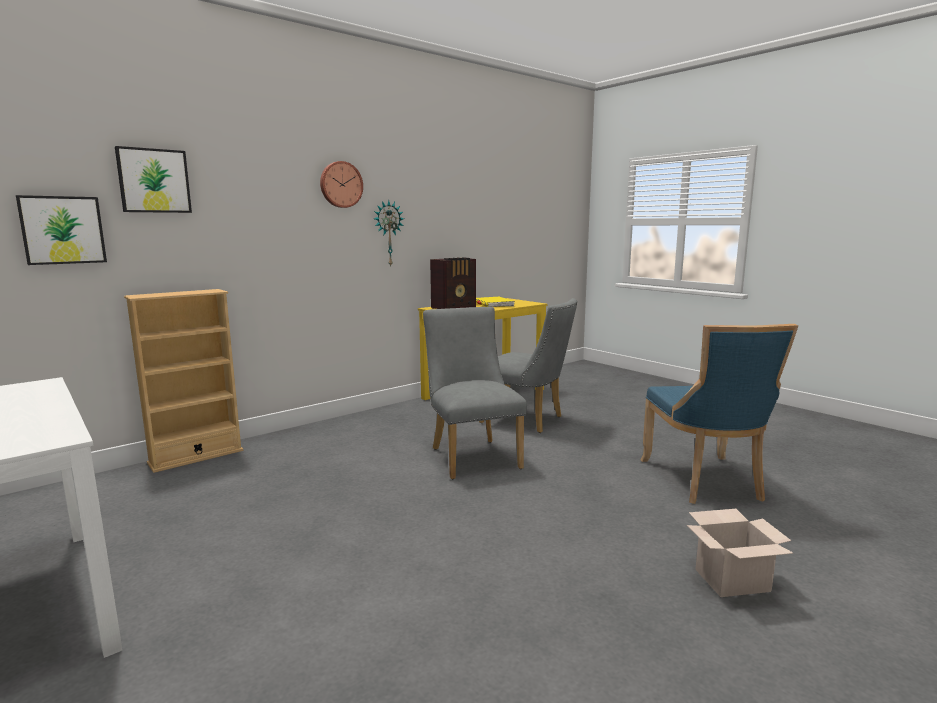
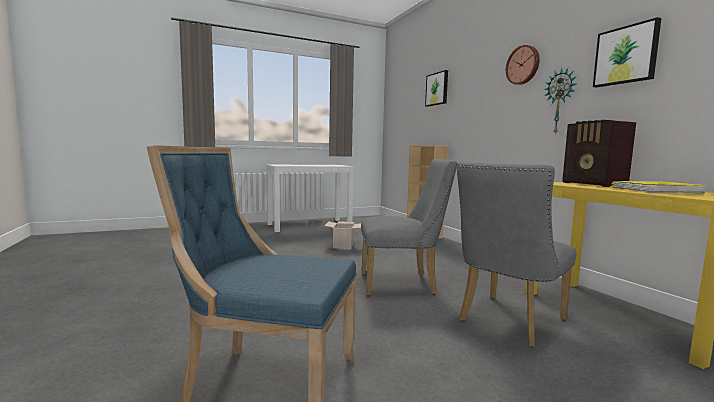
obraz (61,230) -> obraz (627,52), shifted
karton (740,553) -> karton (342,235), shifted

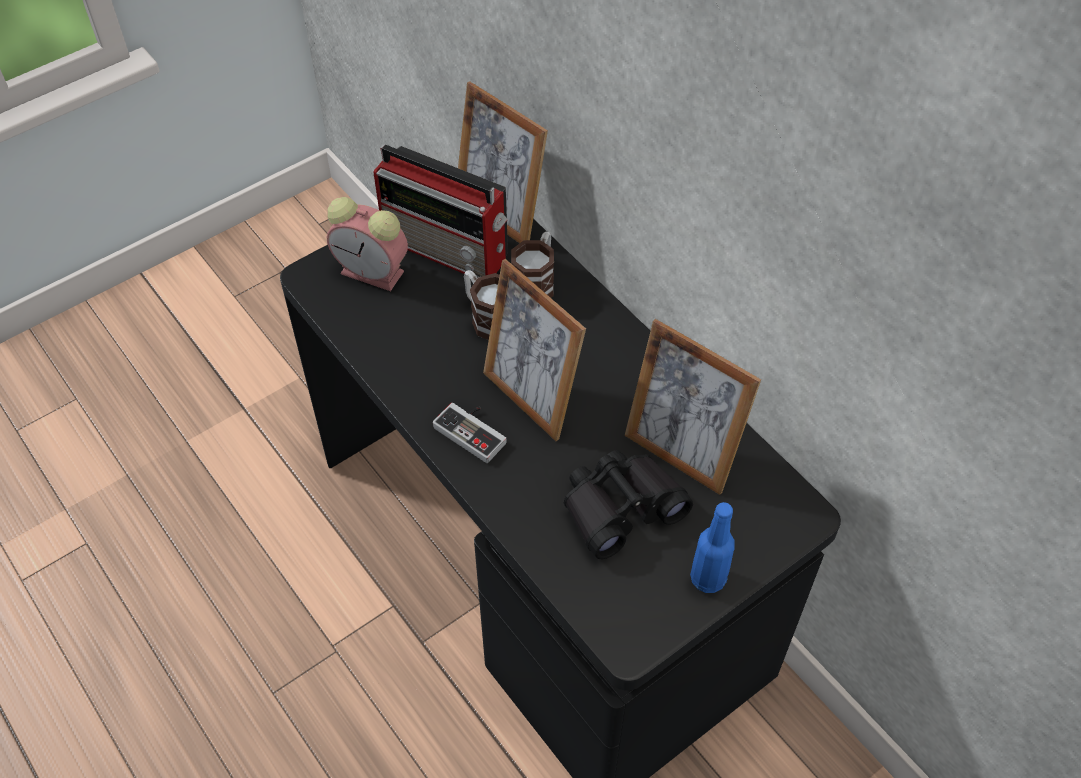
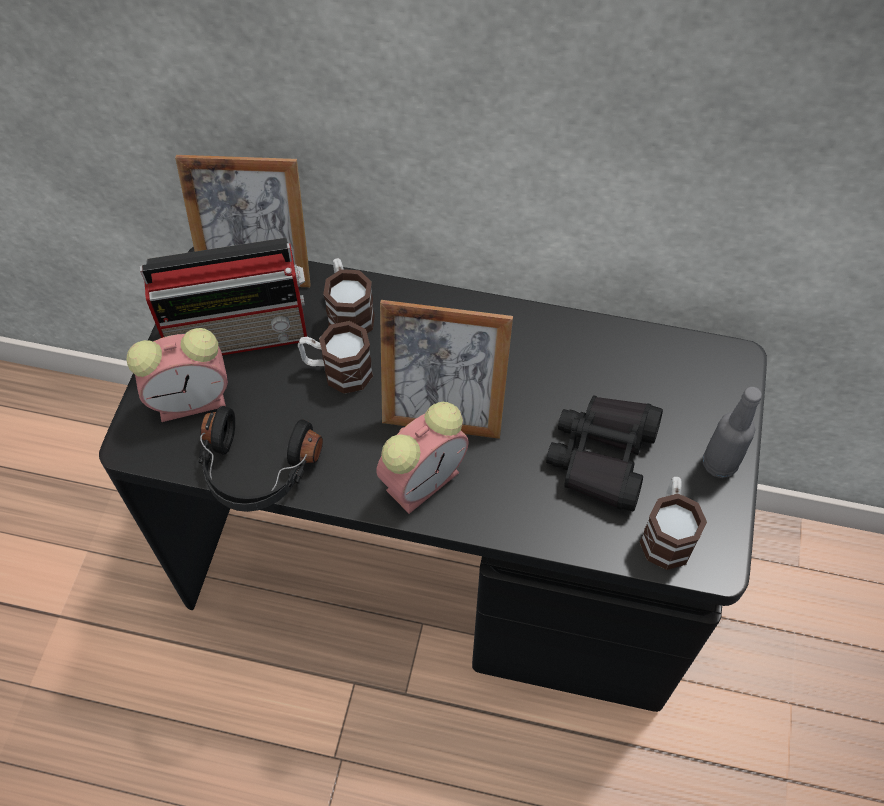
ramka na zdjęcie (693,407) -> none
none -> słuchawki/czarny (261,459)
none -> kubek (673,523)
pad do gier (470,433) -> budzik (422,458)
butelka/niebieski (712,547) -> butelka/szary (732,432)

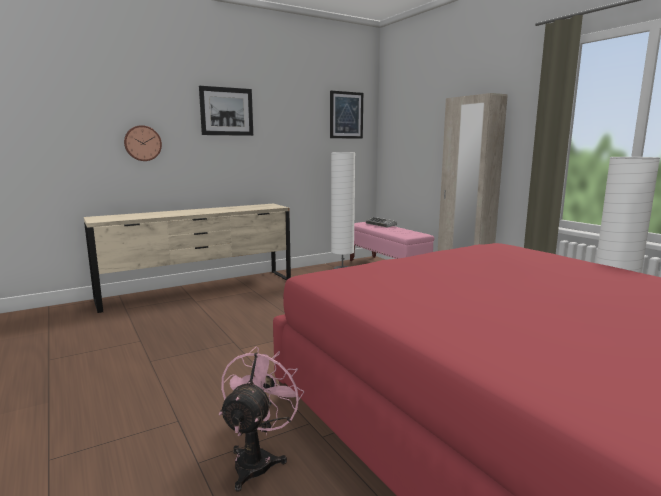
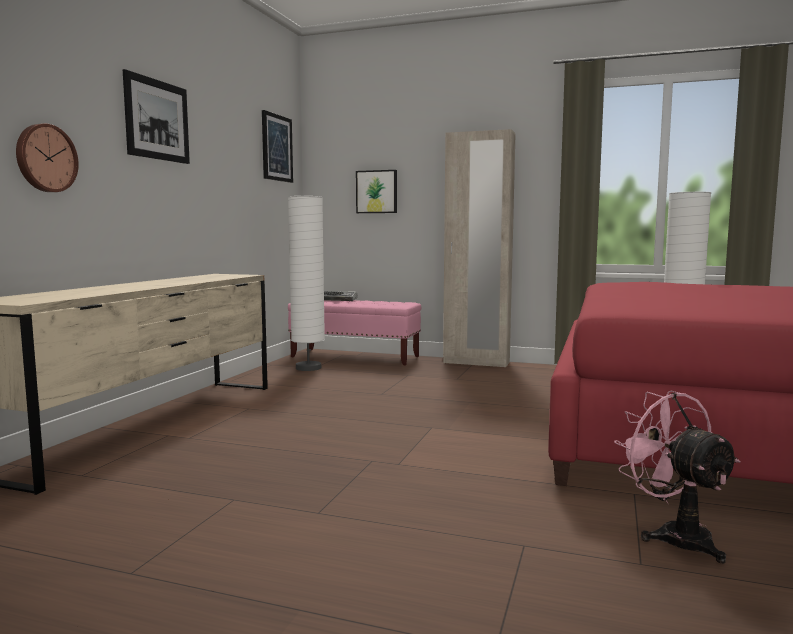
none -> obraz (376,191)

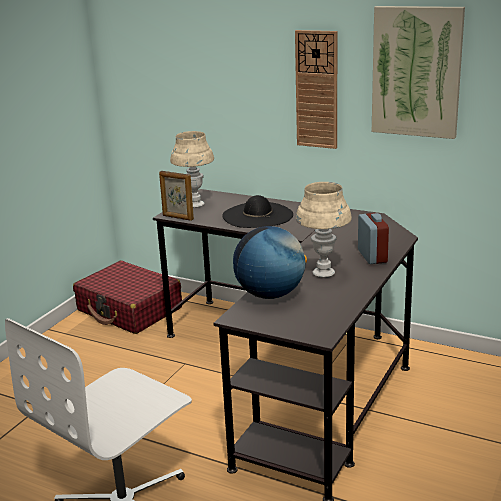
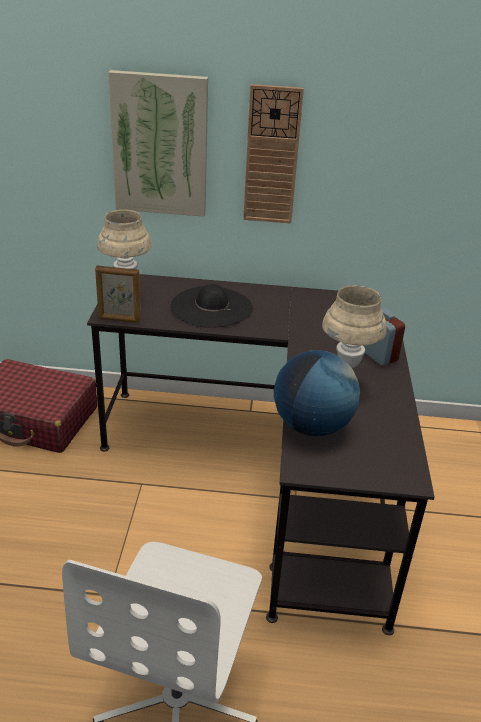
obraz (418,72) -> obraz (158,143), shifted

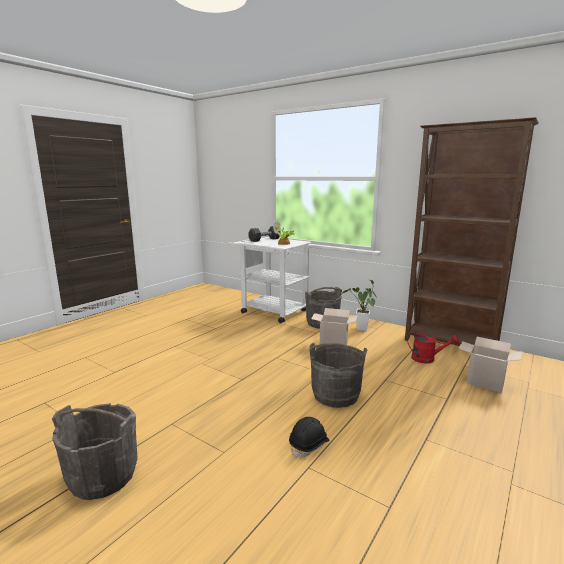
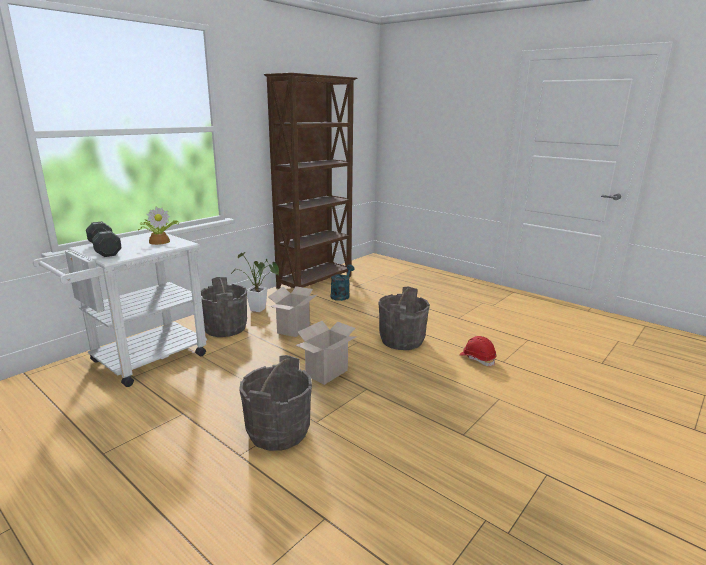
wiadro/szary (95,451) -> wiadro/szary (275,403), shifted
karton (491,365) -> karton (326,353), shifted
kask/czarny (309,437) -> kask/czerwony (478,351)
konewka/czerwony (433,347) -> konewka/turkusowy (342,283)

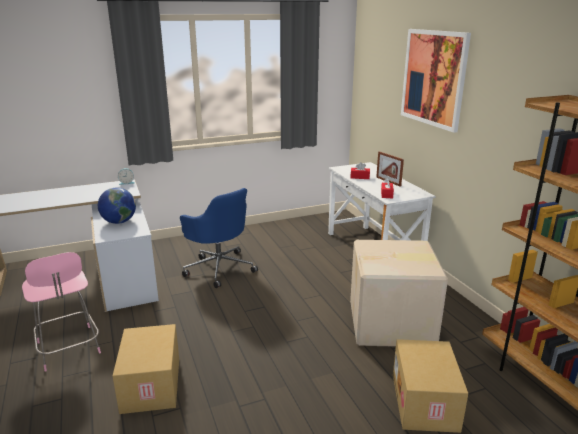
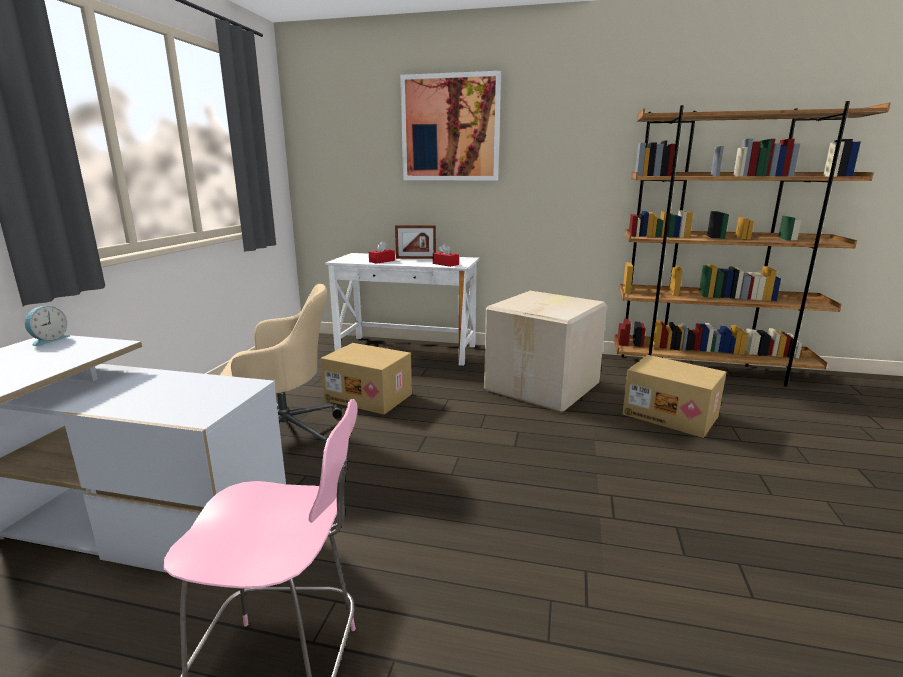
globus (117,206) -> none
karton (146,369) -> karton (366,379), shifted
krzesło biurowe/niebieski (219,238) -> krzesło biurowe/beżowy (281,364)

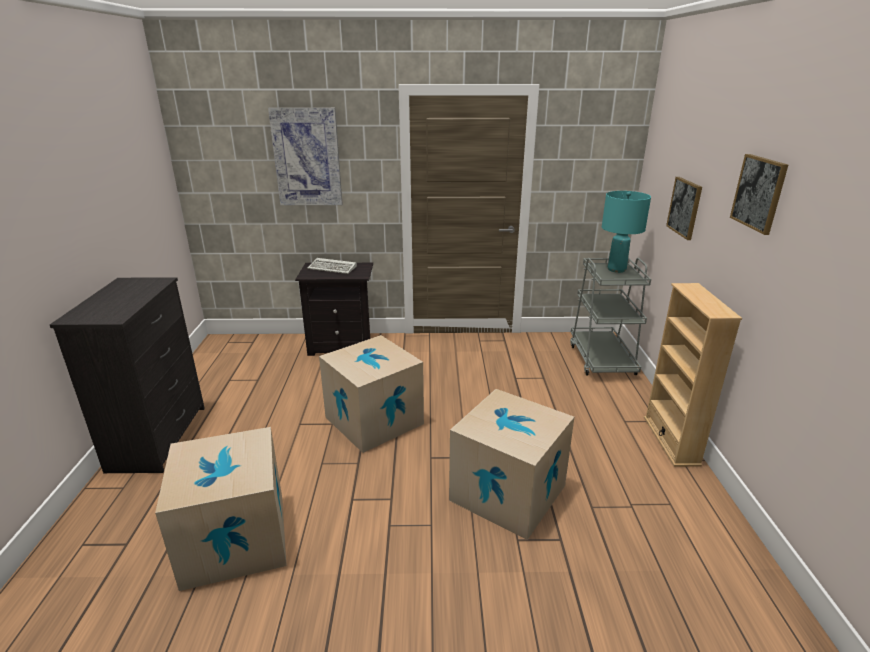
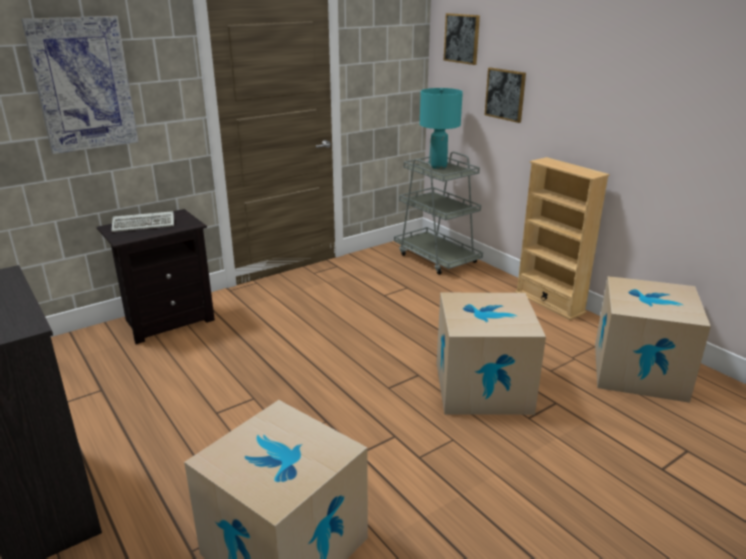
karton (371,394) -> karton (653,339), shifted
obraz (759,194) -> obraz (462,39), shifted

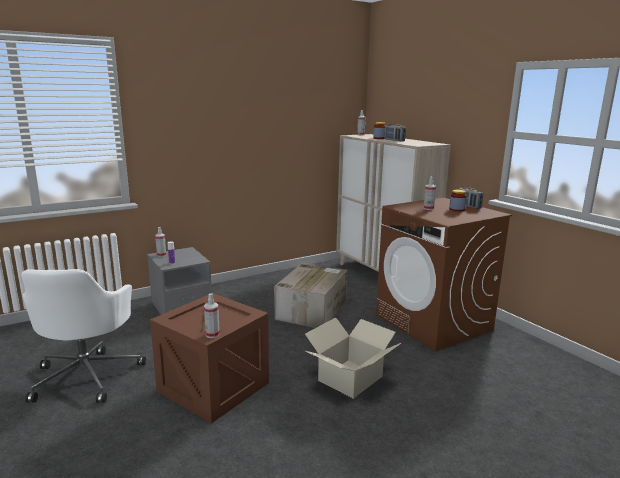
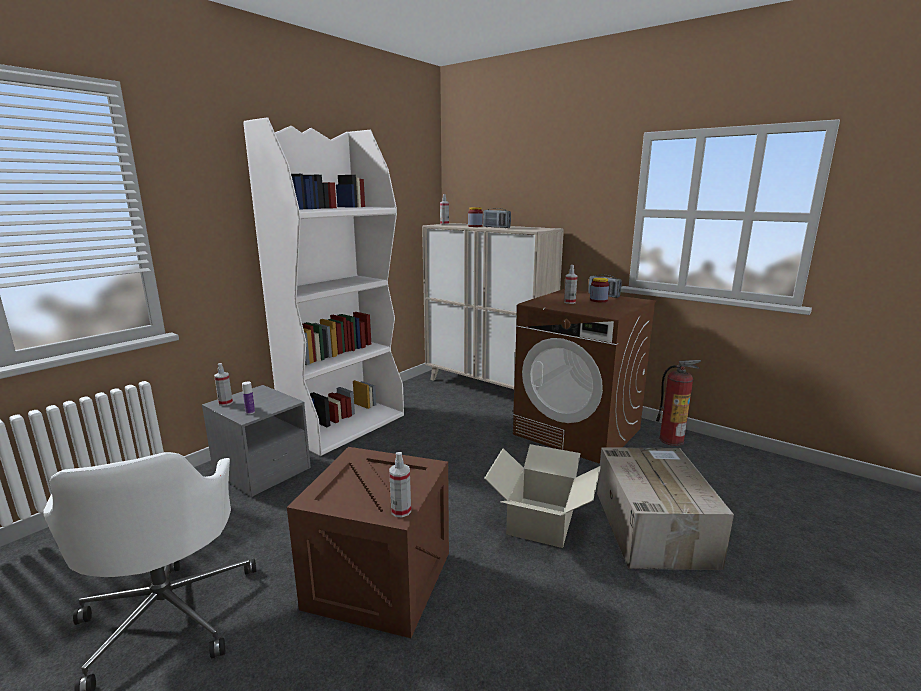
none -> regał/biały (323,286)
none -> gaśnica (678,403)
karton (310,295) -> karton (665,508), shifted

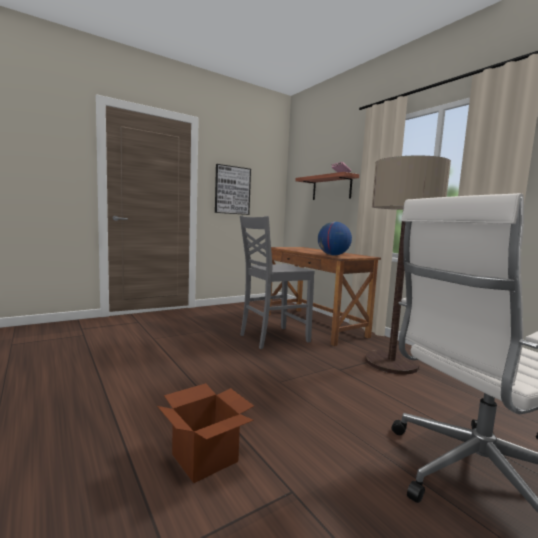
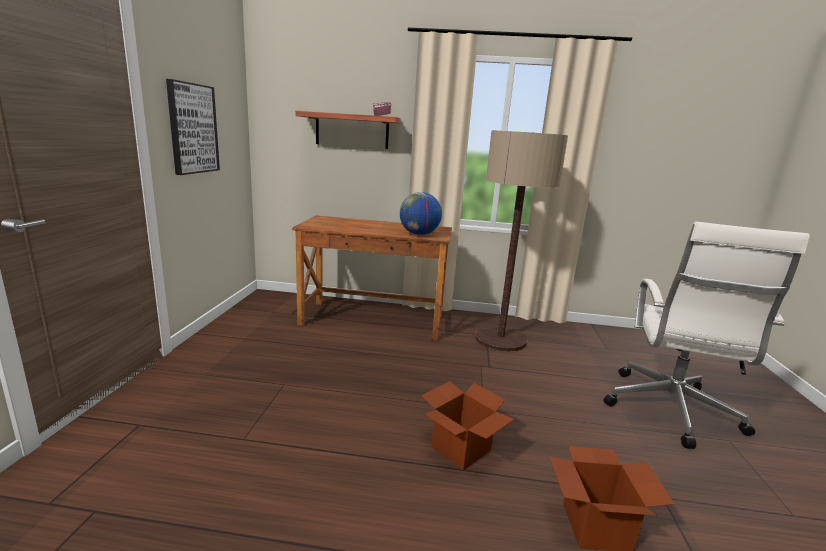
krzesło/szary (277,282) -> none
none -> karton (467,426)

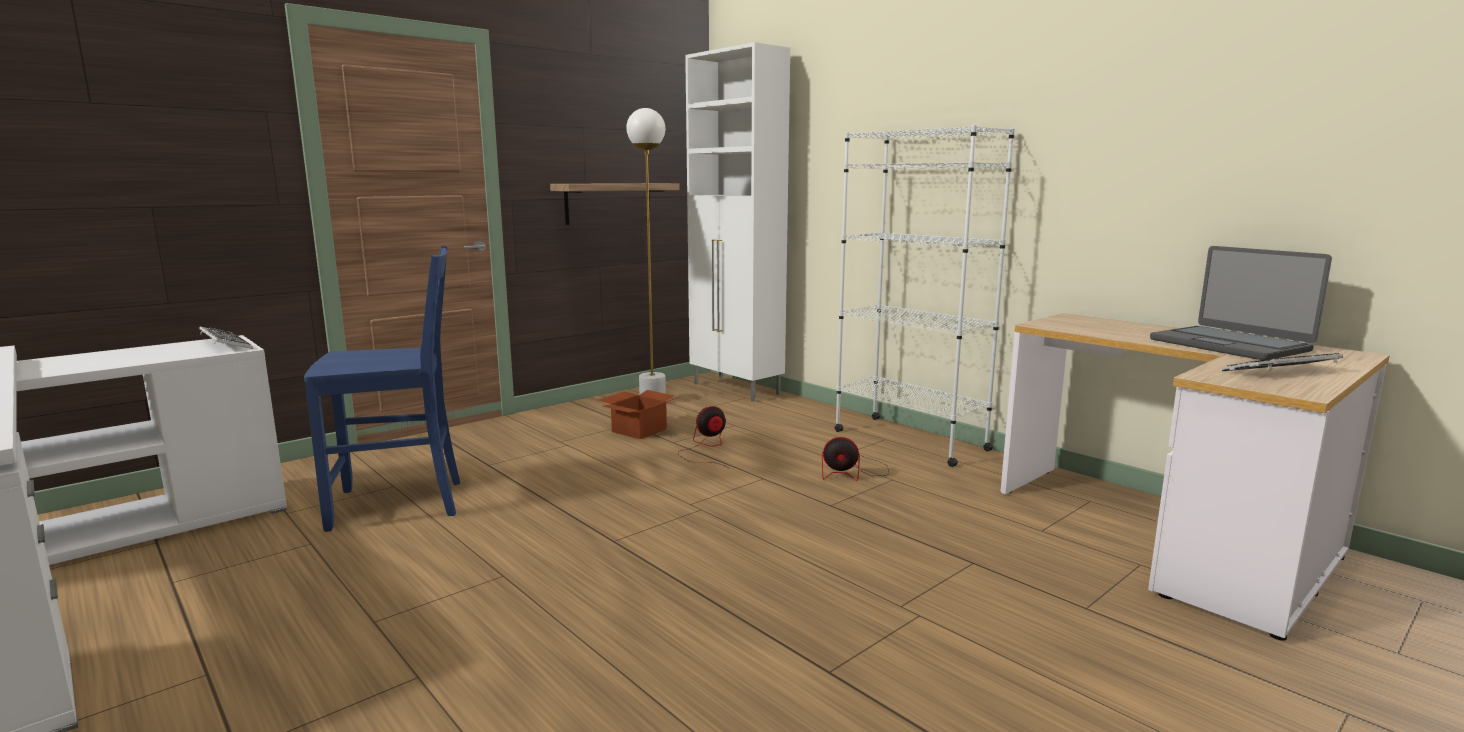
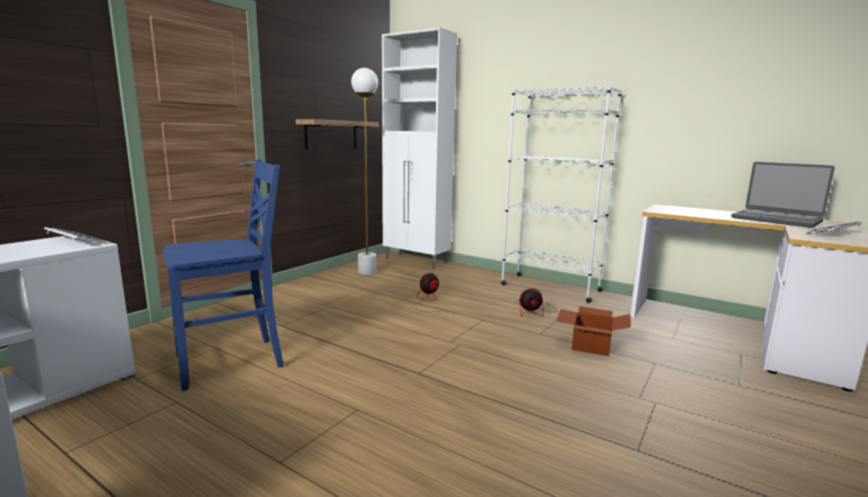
karton (639,414) -> karton (593,331), shifted

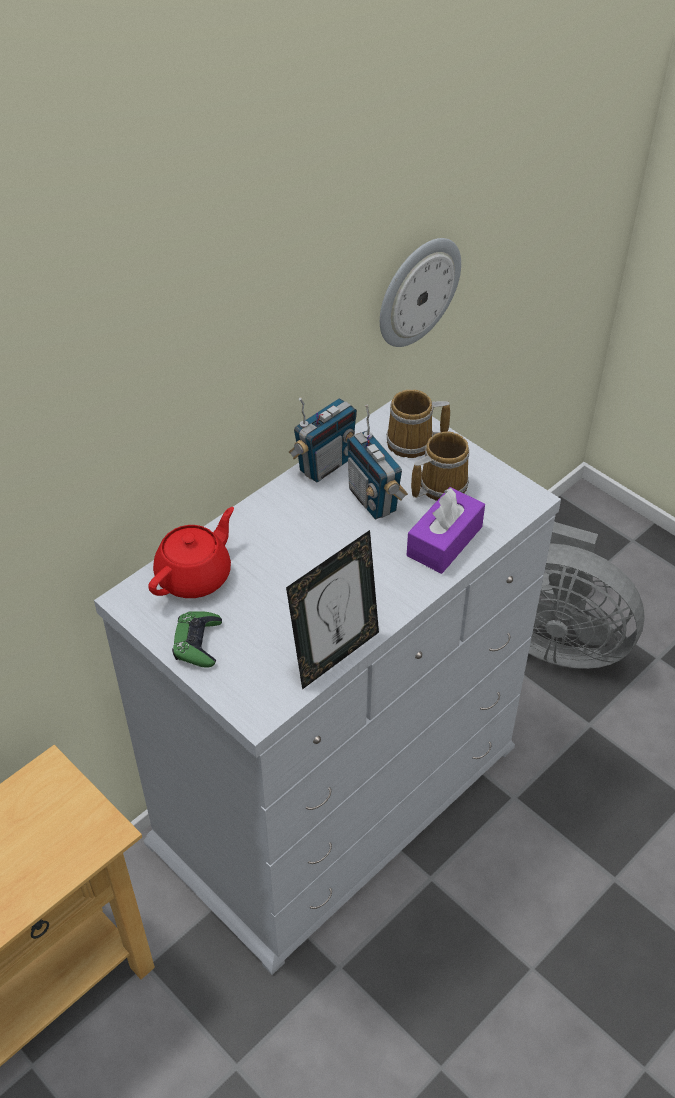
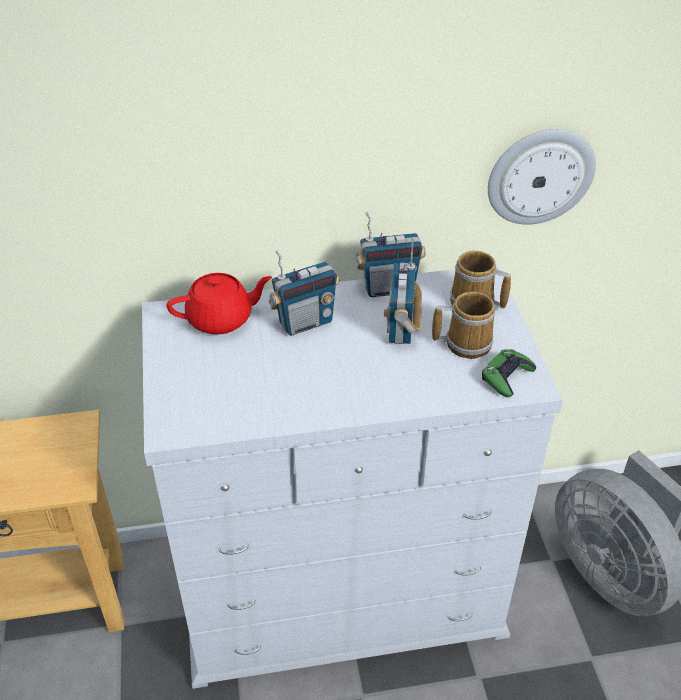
ramka na zdjęcie (332,609) -> none
pudełko chusteczek/fioletowy (446,530) -> none
none -> radio (303,293)
pad do gier/zielony (197,639) -> pad do gier/zielony (509,373), shifted

